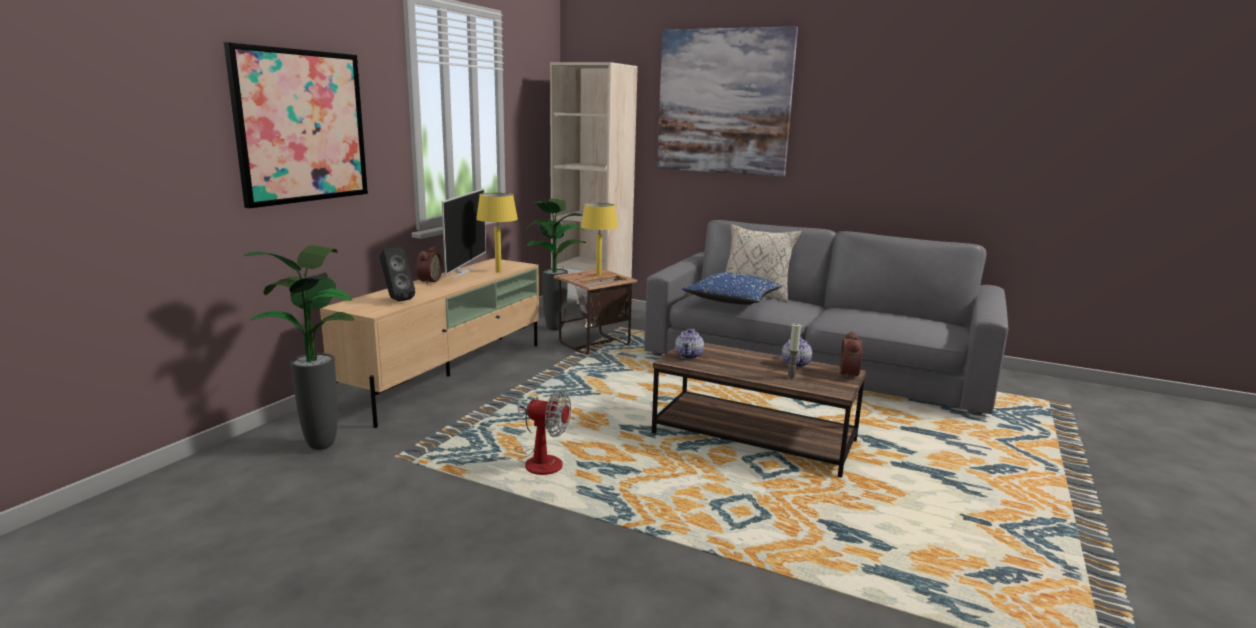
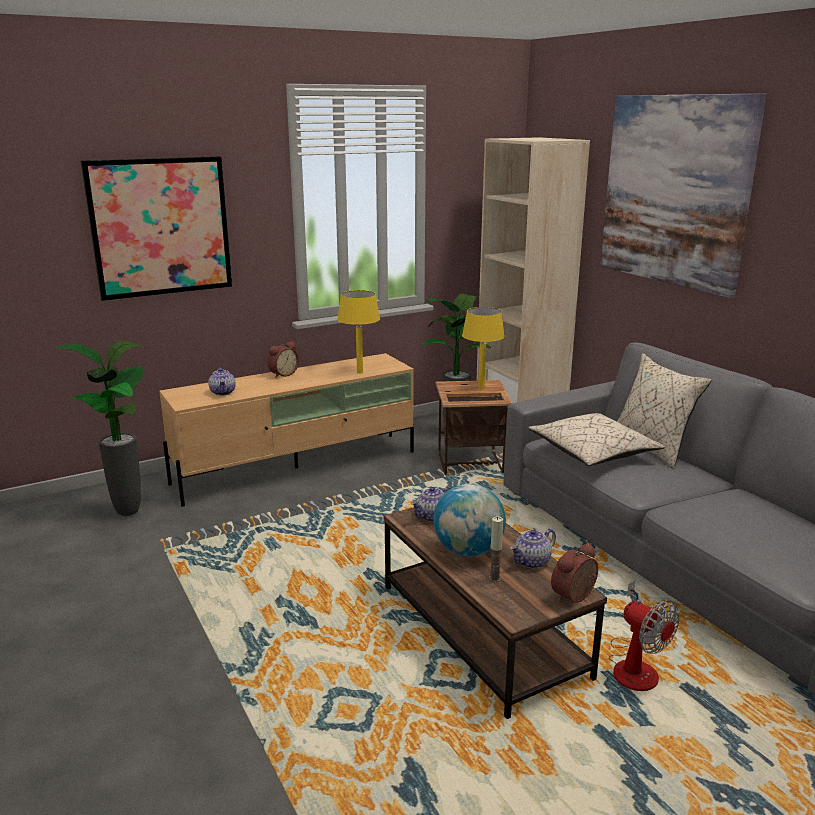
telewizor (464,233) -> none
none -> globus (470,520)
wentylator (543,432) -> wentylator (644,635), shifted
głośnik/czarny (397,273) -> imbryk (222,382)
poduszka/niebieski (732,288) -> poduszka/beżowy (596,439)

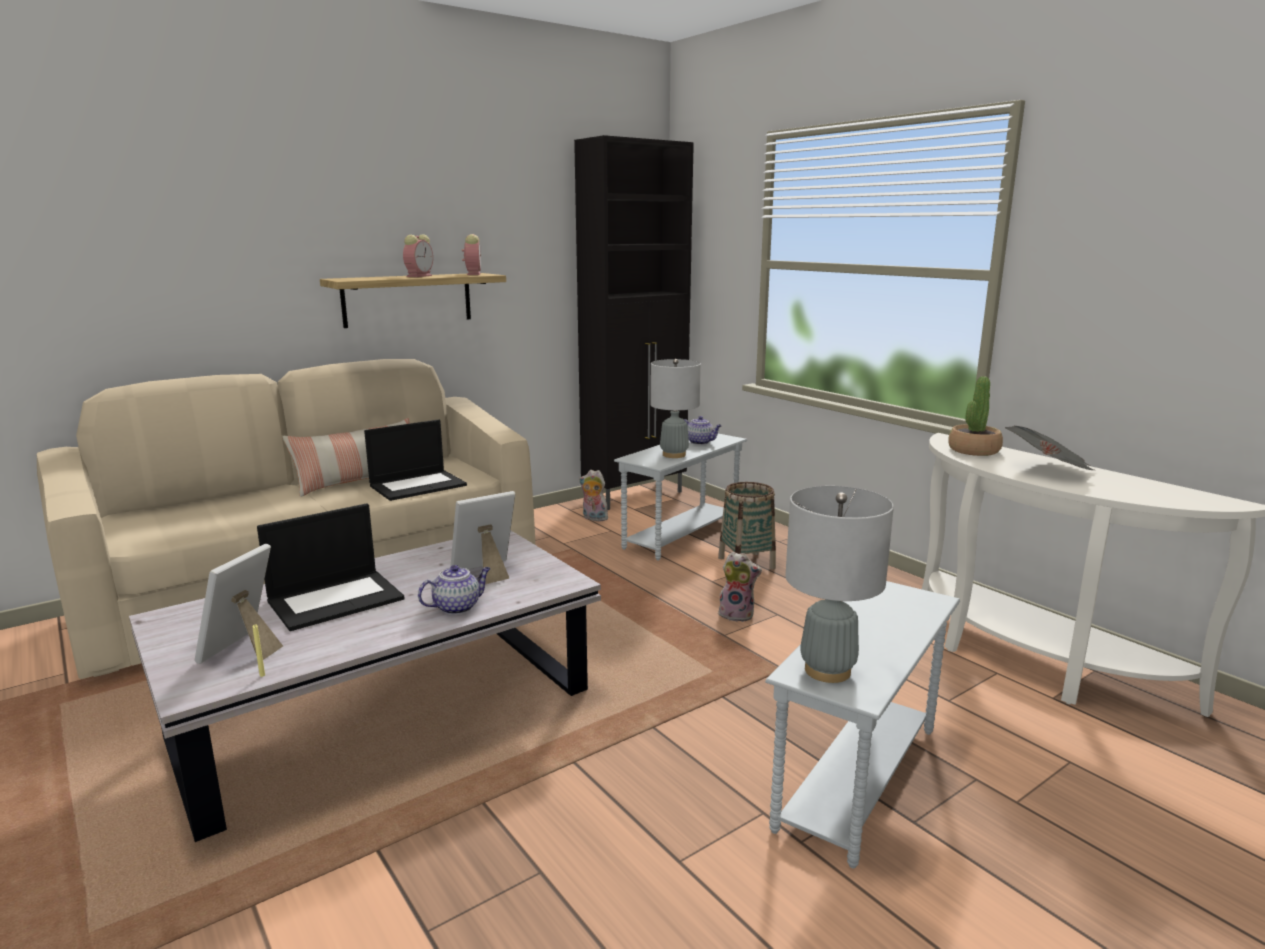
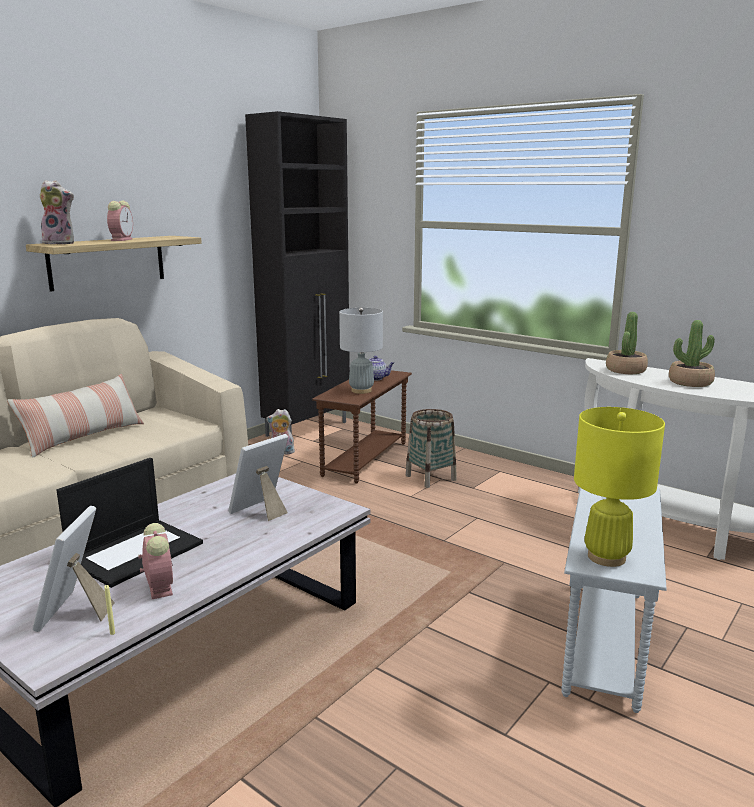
laptop (415,460) -> none
imbryk (454,590) -> none
budzik (471,254) -> budzik (155,561), shifted
pluszak (740,587) -> pluszak (56,212), shifted
gazeta (1049,448) -> roślina doniczkowa (692,353)
stolik/biały (680,497) -> stolik/brązowy (362,427)
lampa stołowa/szary (839,584) -> lampa stołowa/żółty (619,487)

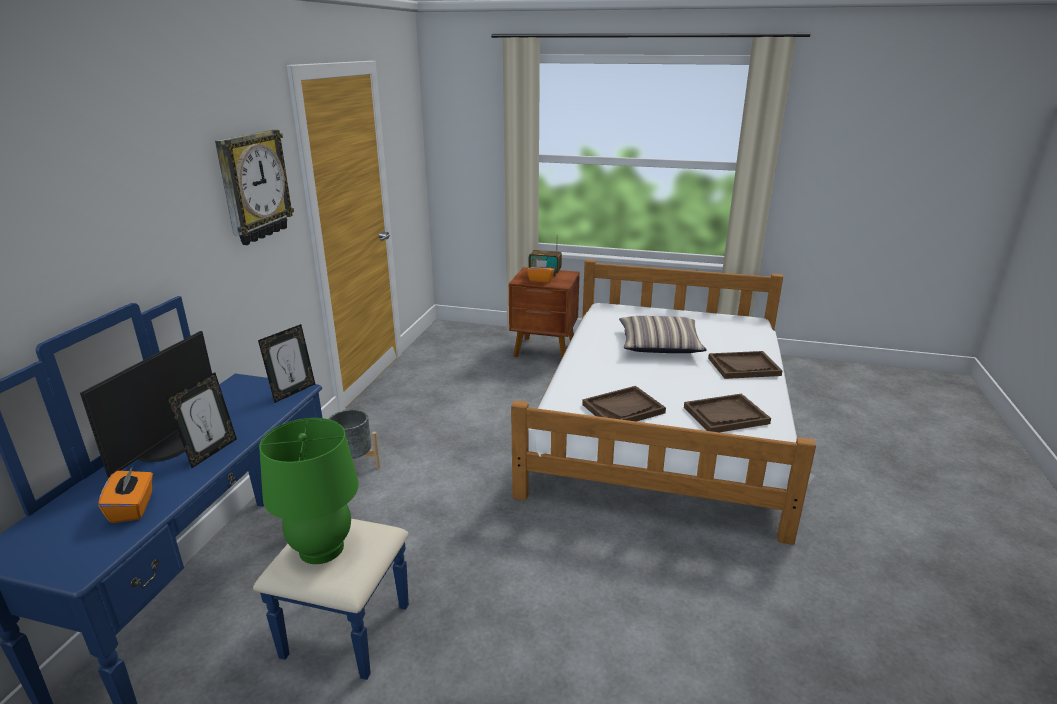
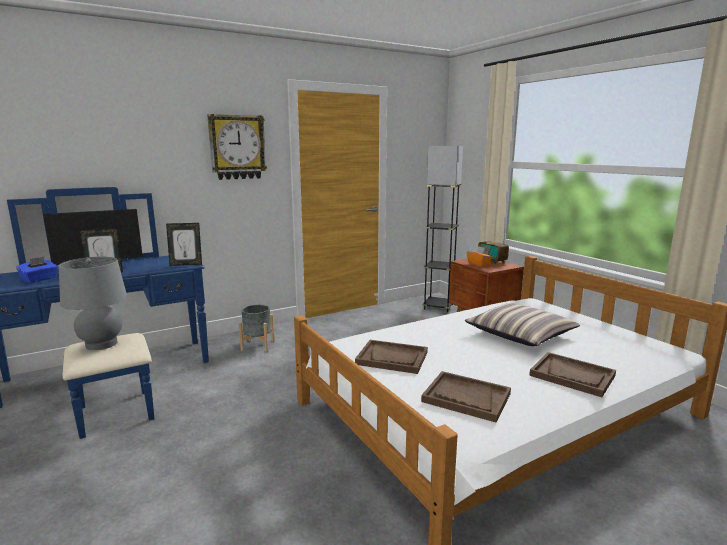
none -> lampa stojąca/szary (442,229)
pudełko chusteczek/pomarańczowy (125,494) -> pudełko chusteczek/niebieski (37,270)
lampa stołowa/zielony (309,491) -> lampa stołowa/szary (93,303)

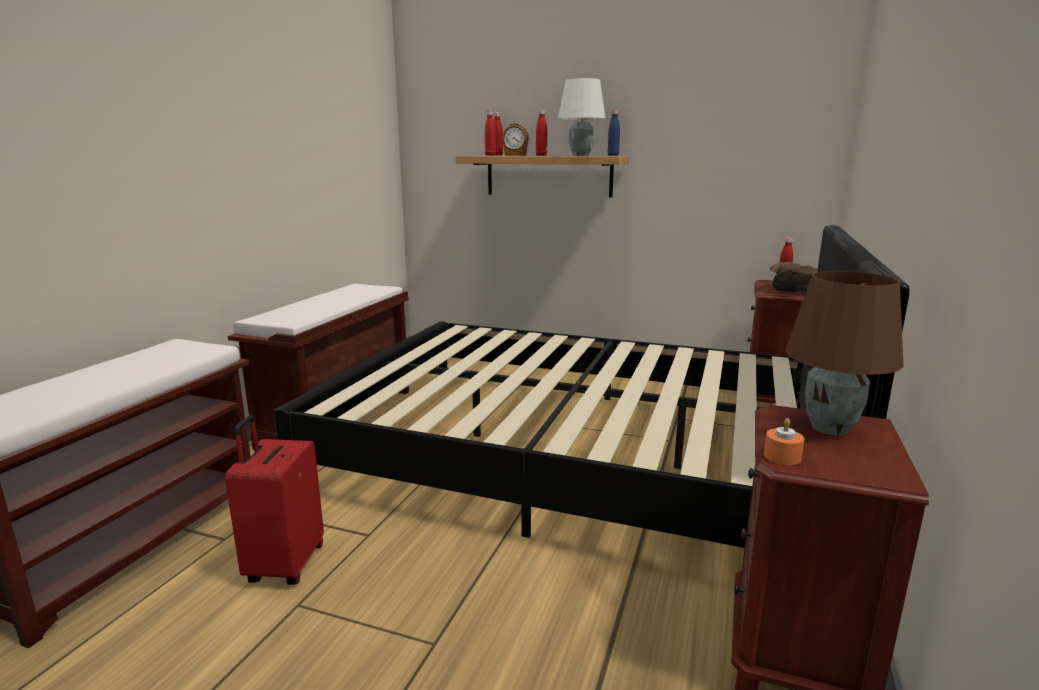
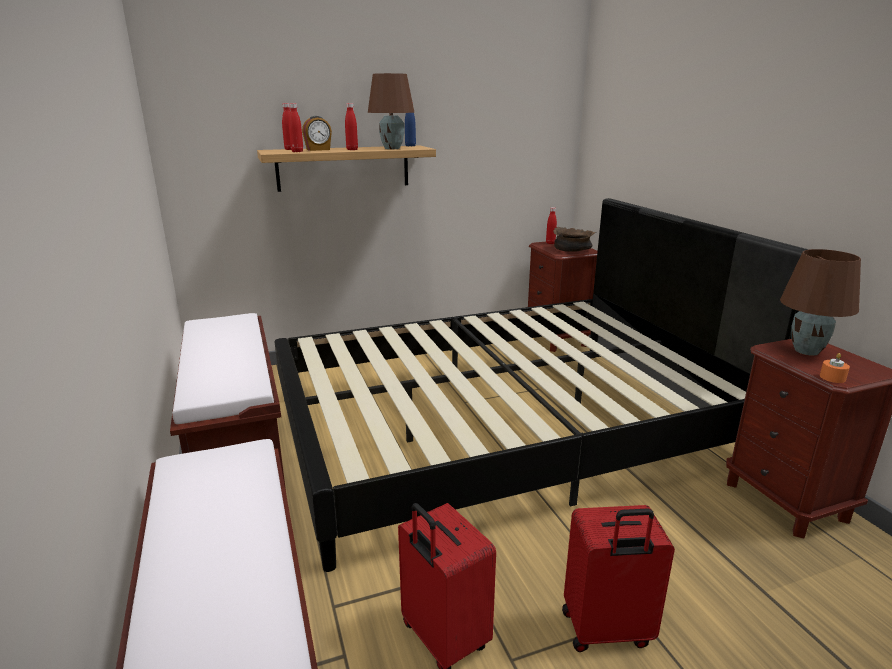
none -> walizka/czerwony (618,578)
lampa stołowa/biały (582,117) -> lampa stołowa/brązowy (391,111)

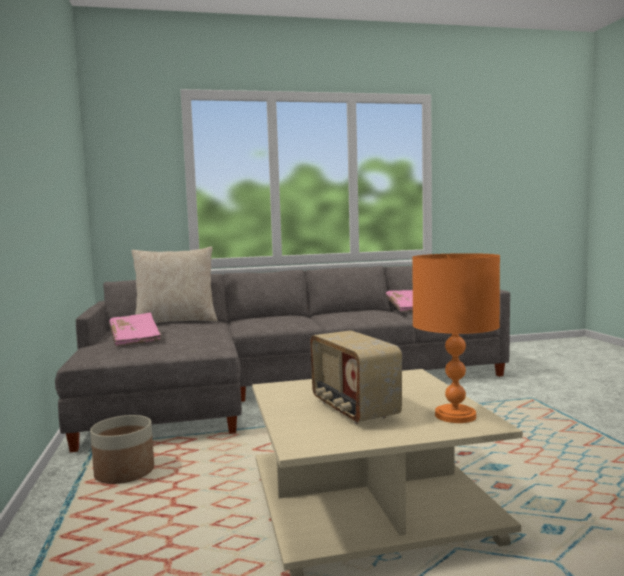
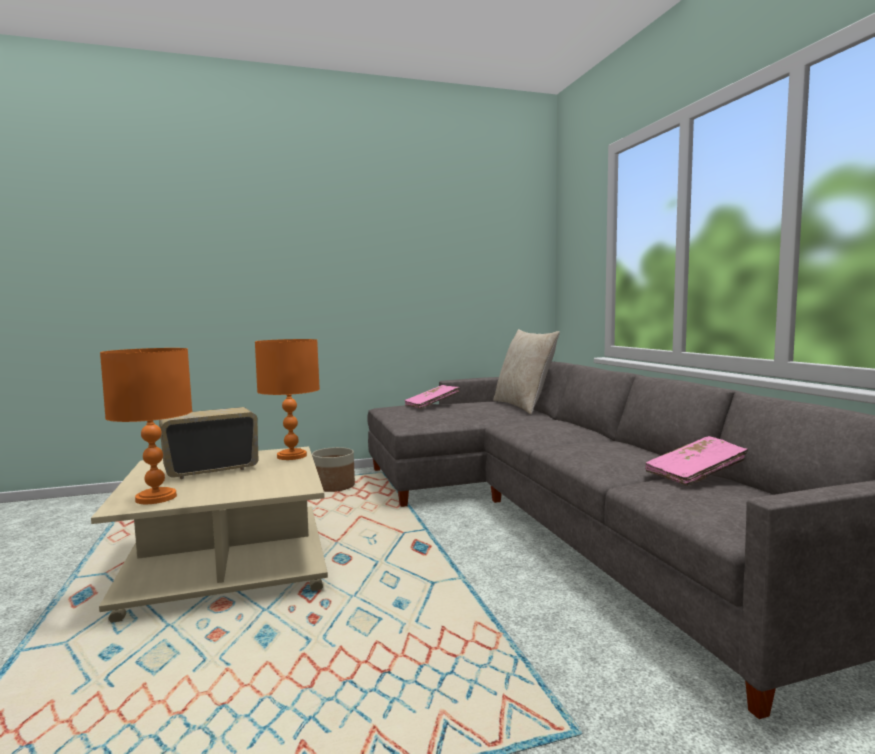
none -> lampa stołowa/pomarańczowy (287,399)

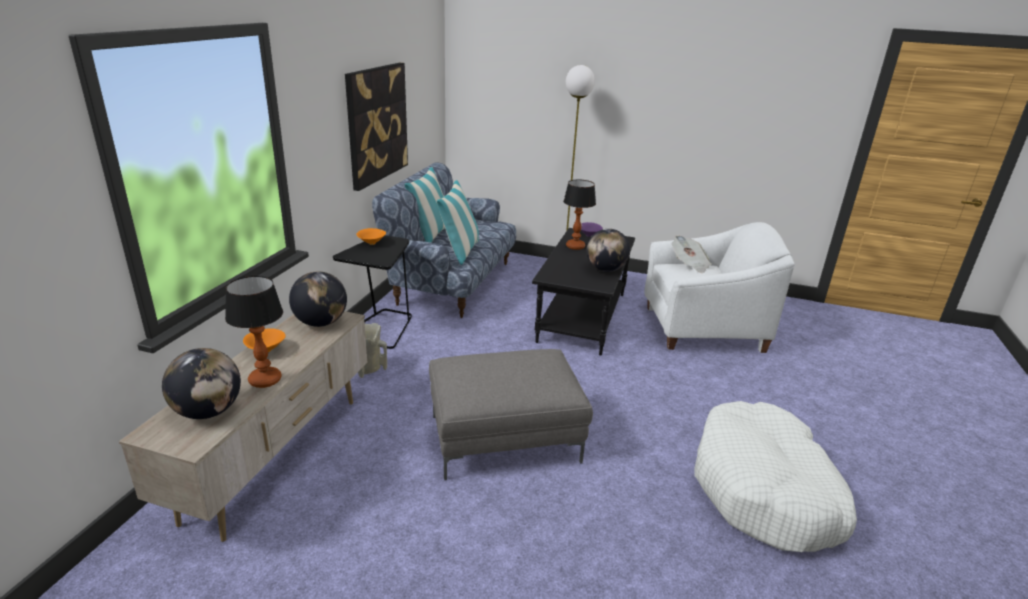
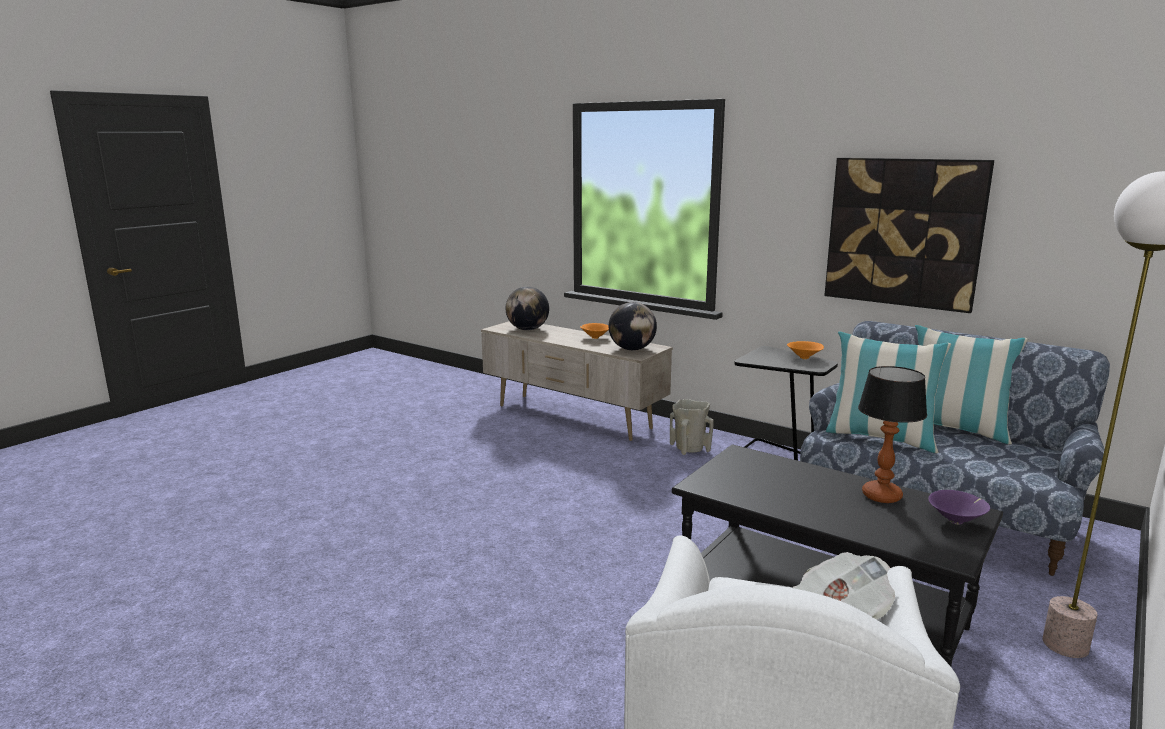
lampa stołowa (254,332) -> none
pufa/szary (511,414) -> none
globus (608,250) -> none
legowisko/biały (775,476) -> none

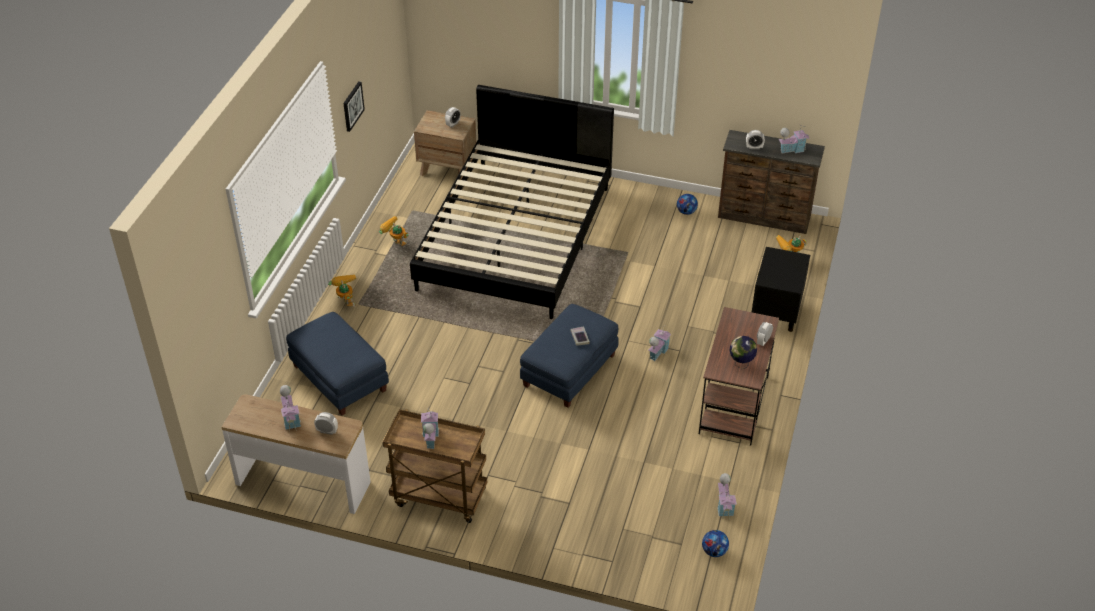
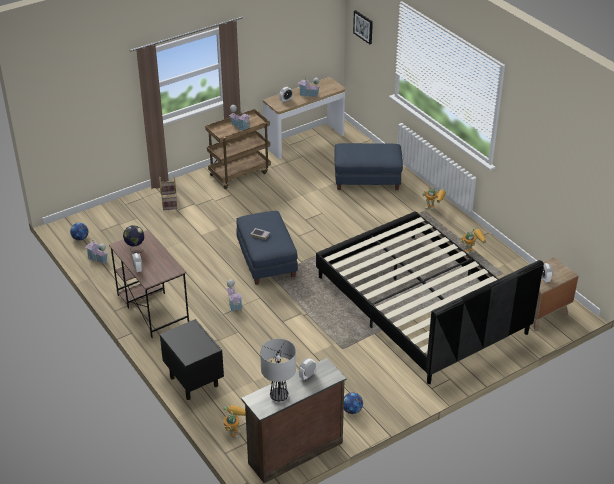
none -> koszyk (168,193)
obraz (354,106) -> obraz (363,27), shifted
domek (794,139) -> lampa stołowa (278,370)

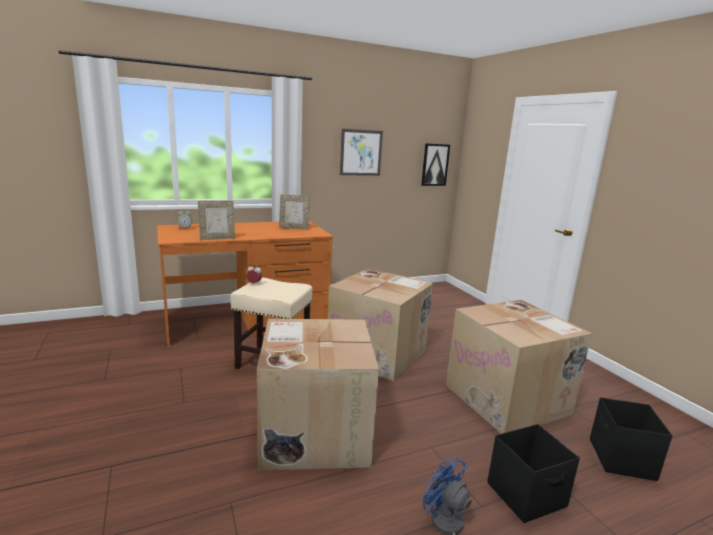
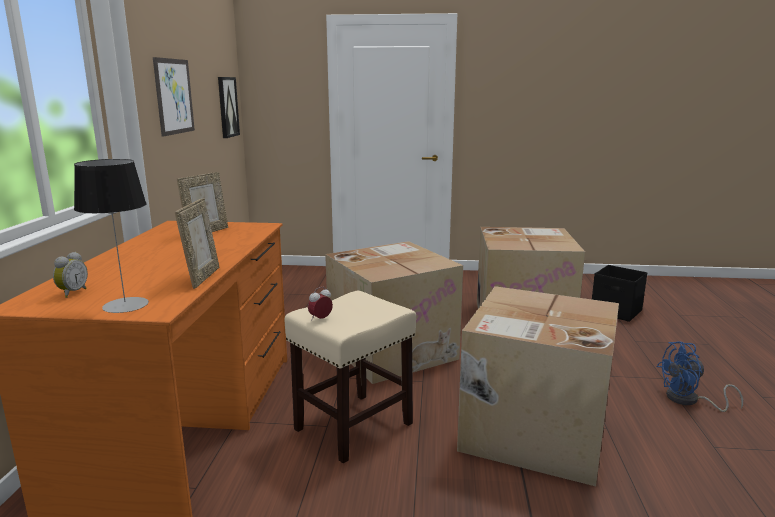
pojemnik do przechowywania/czarny (533,473) -> none
none -> lampa stołowa (111,236)

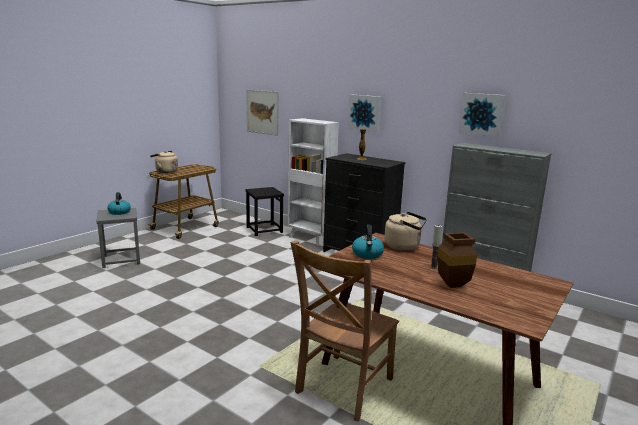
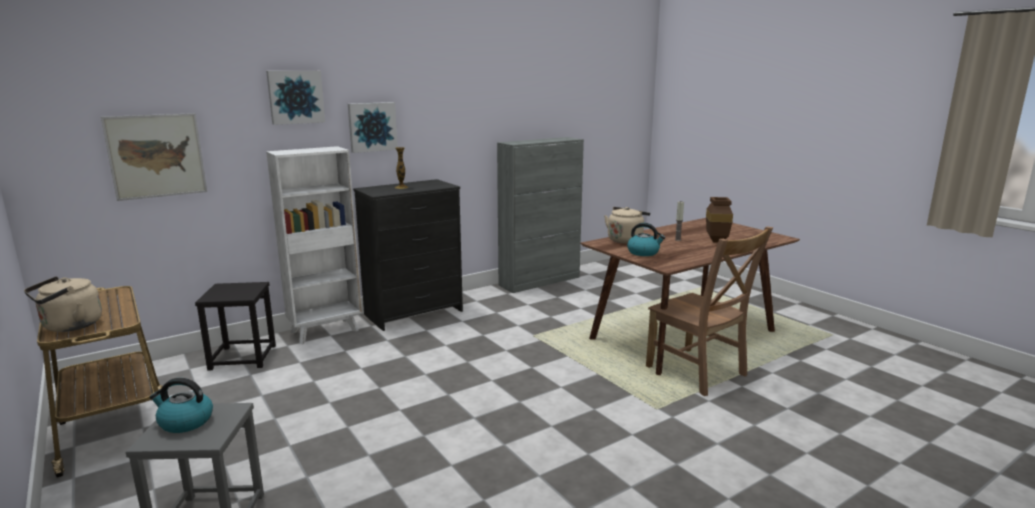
obraz (482,115) -> obraz (295,98), shifted

